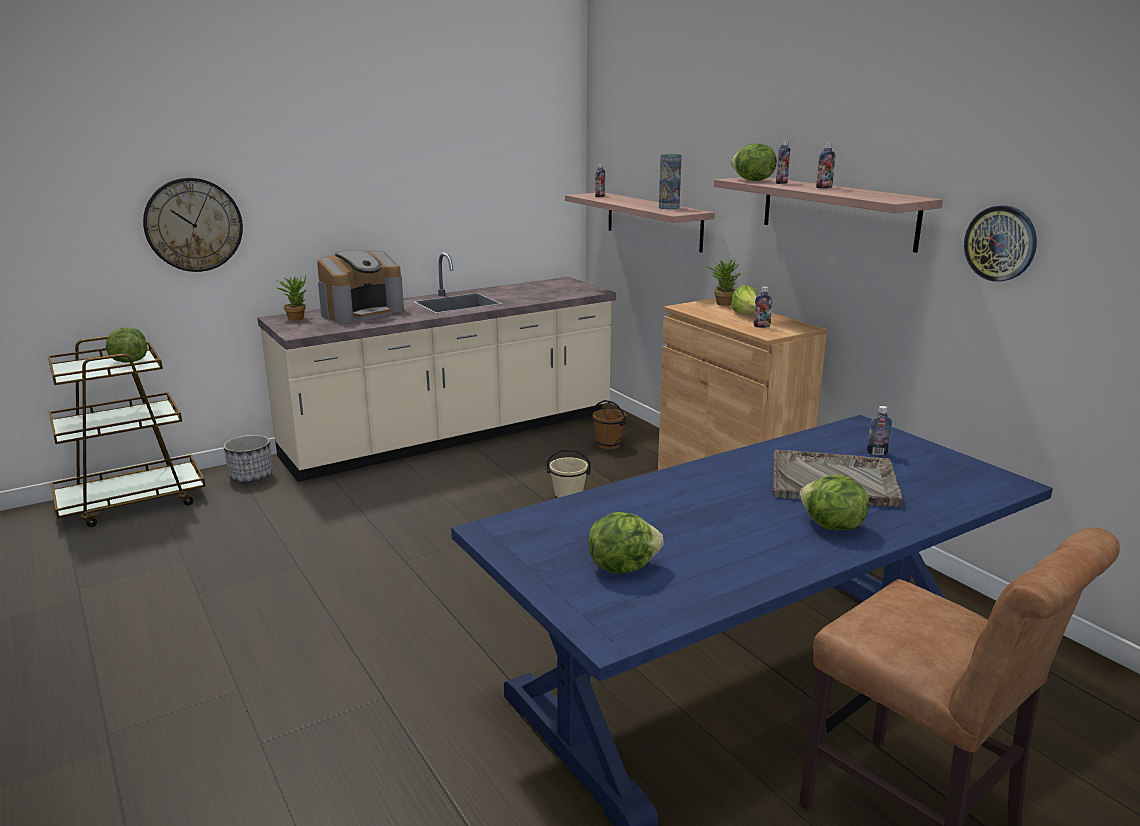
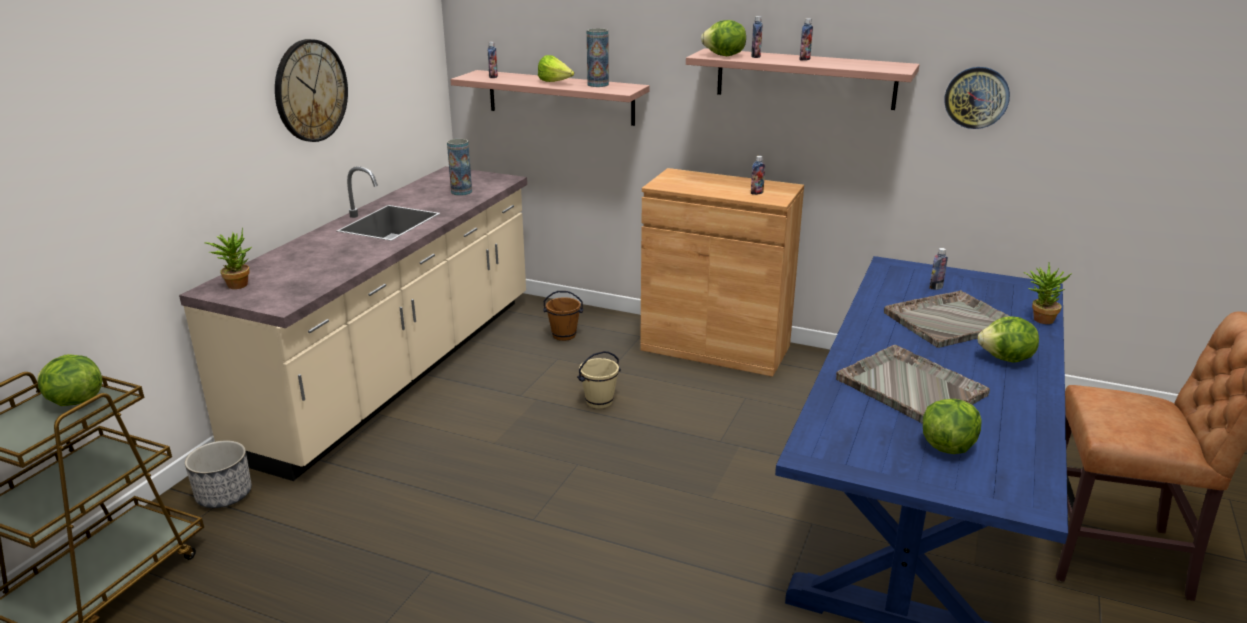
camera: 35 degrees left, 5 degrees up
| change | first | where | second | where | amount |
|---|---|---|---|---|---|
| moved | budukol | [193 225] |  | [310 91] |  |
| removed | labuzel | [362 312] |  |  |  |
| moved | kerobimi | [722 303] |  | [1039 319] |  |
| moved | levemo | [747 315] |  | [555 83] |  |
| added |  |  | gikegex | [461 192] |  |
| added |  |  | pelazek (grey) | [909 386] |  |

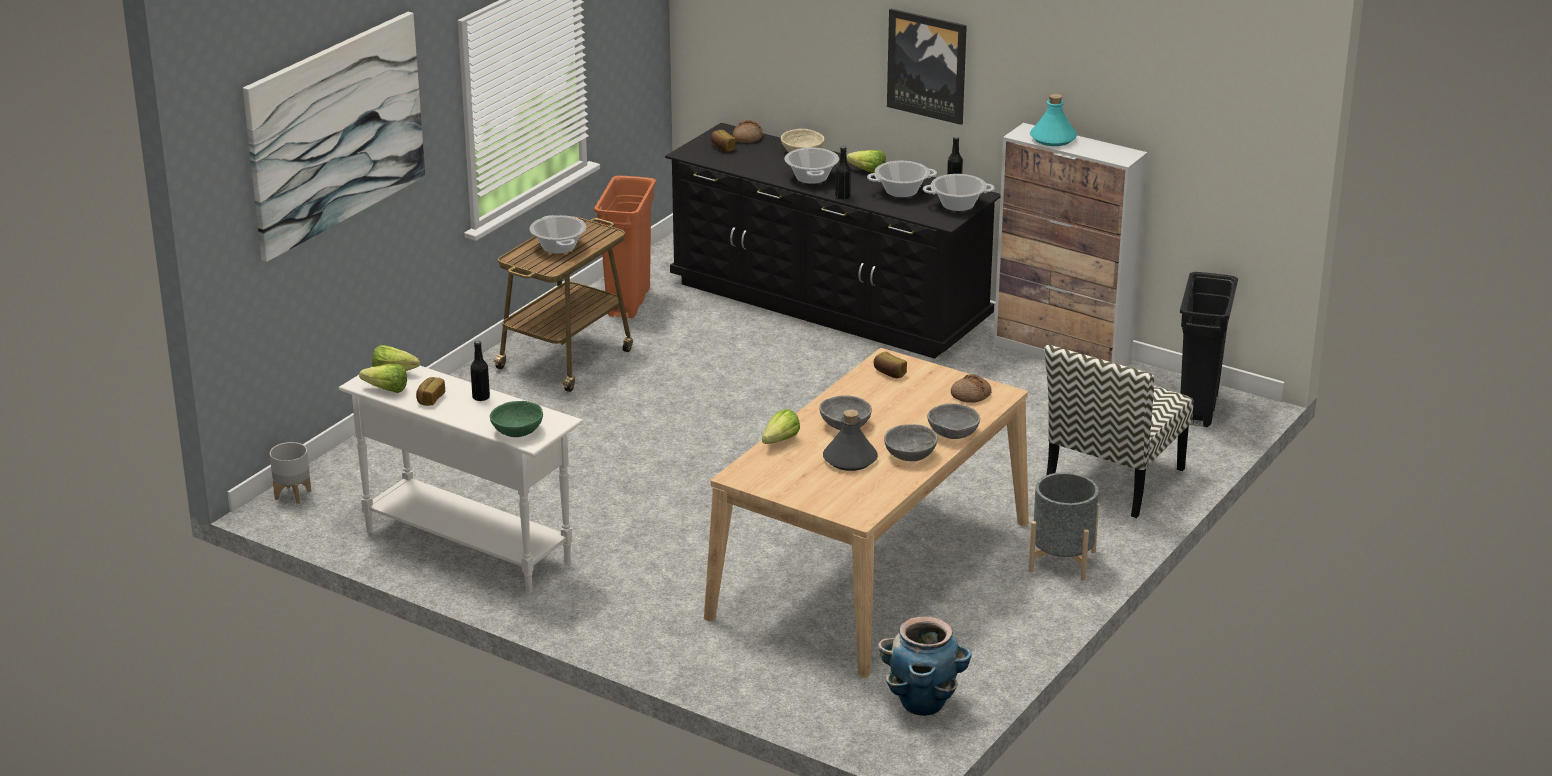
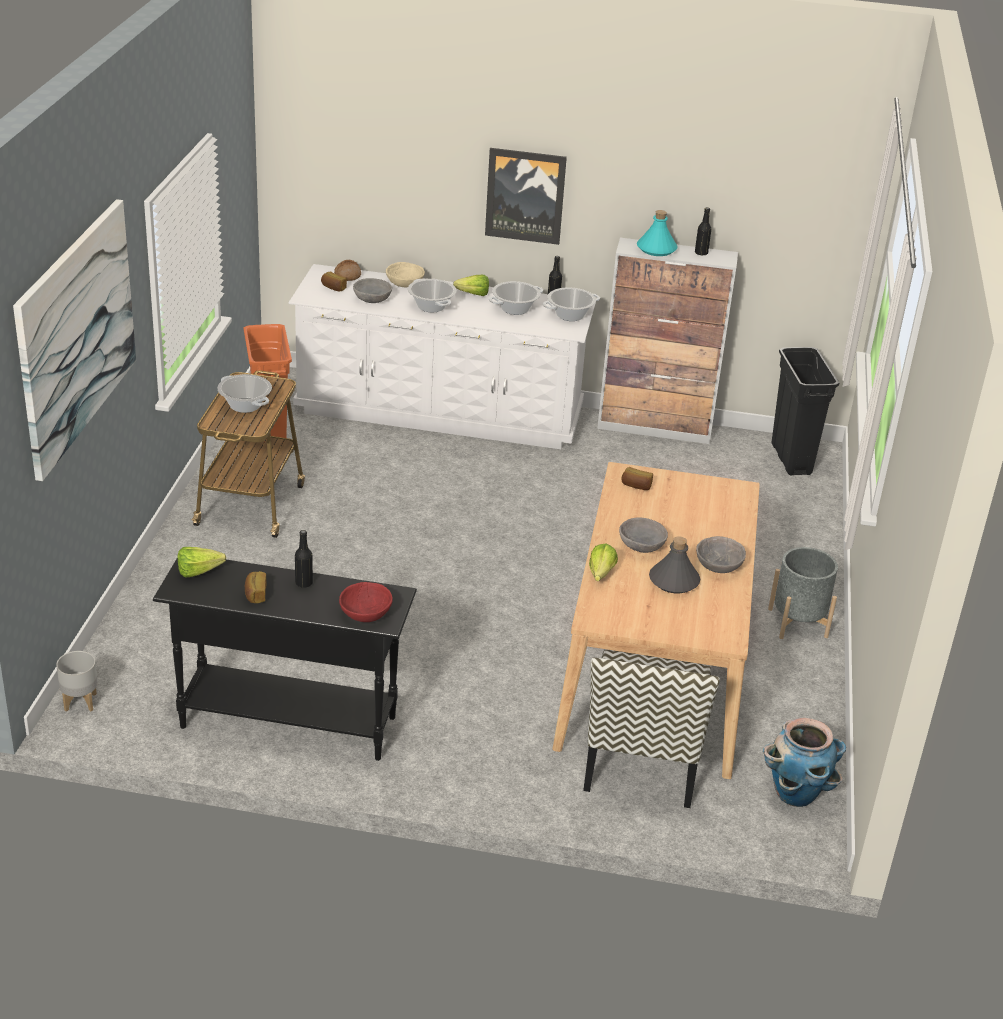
camera: 25 degrees left, 5 degrees up
| change | first | where | second | where | amount |
|---|---|---|---|---|---|
| recoloured | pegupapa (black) | [828 302] | pegupapa (white) | [439 411] |  |
| moved | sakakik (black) | [842 197] |  | [701 253] |  |
| moved | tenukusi | [1114 480] |  | [642 761] |  |
| removed | levemo | [383 389] |  |  |  |
| recoloured | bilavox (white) | [467 546] | bilavox (black) | [288 721] |  |
| removed | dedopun | [970 395] |  |  |  |
| recoloured | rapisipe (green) | [518 431] | rapisipe (red) | [366 613] |  |
| moved | rapisipe (grey) | [952 433] |  | [372 299] |  |

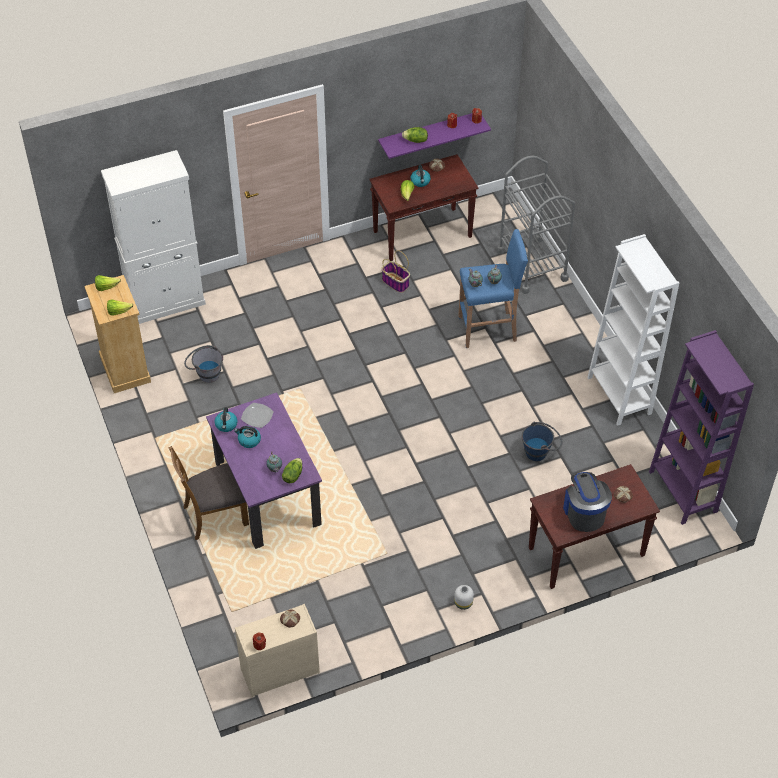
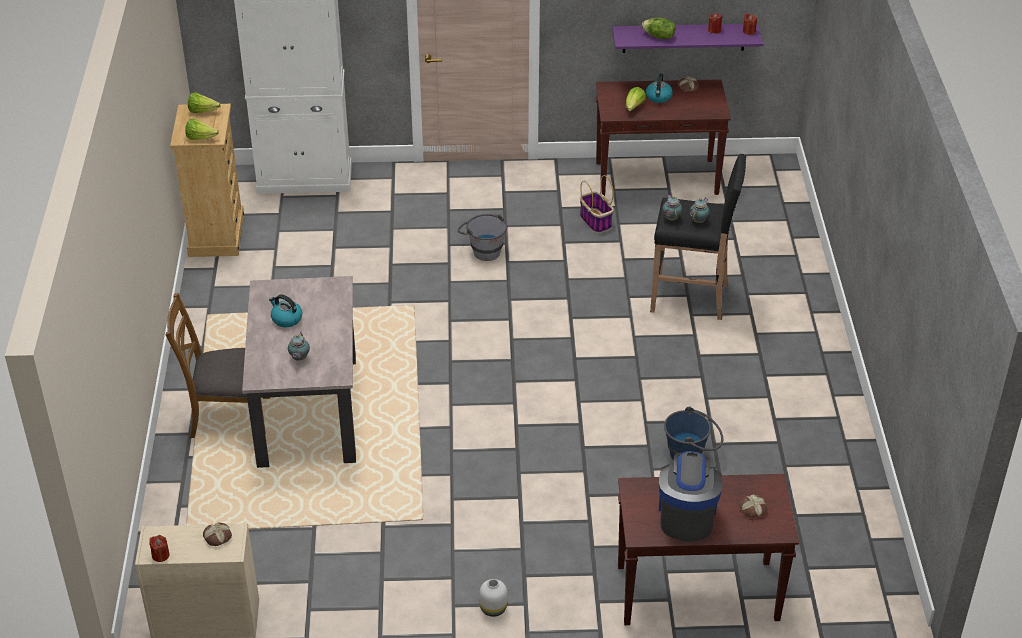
camera: 20 degrees right, 10 degrees down
| change | first | where | second | where | amount |
|---|---|---|---|---|---|
| removed | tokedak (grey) | [532 265] |  |  |  |
| recoloured | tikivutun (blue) | [489 329] | tikivutun (black) | [691 298] |  |
| removed | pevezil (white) | [619 395] |  |  |  |
| removed | pevezil (purple) | [683 491] |  |  |  |
| moved | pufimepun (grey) | [205 373] |  | [483 250] |  |
| recoloured | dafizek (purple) | [267 494] | dafizek (beige) | [308 410] |  |
| removed | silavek | [257 416] |  |  |  |
| removed | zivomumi | [226 425] |  |  |  |
| removed | levemo | [292 475] |  |  |  |

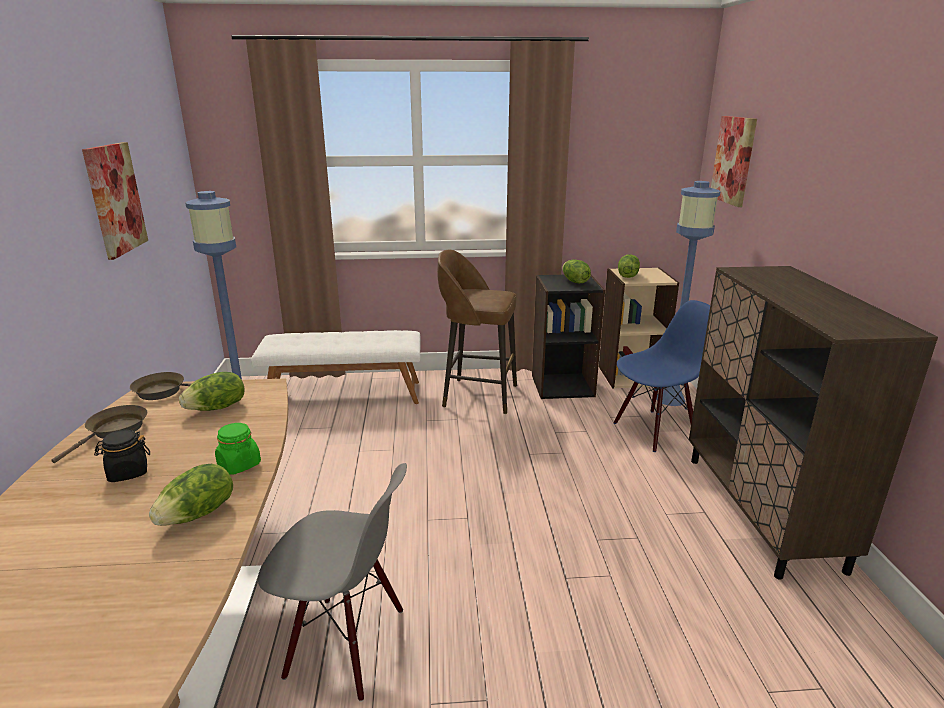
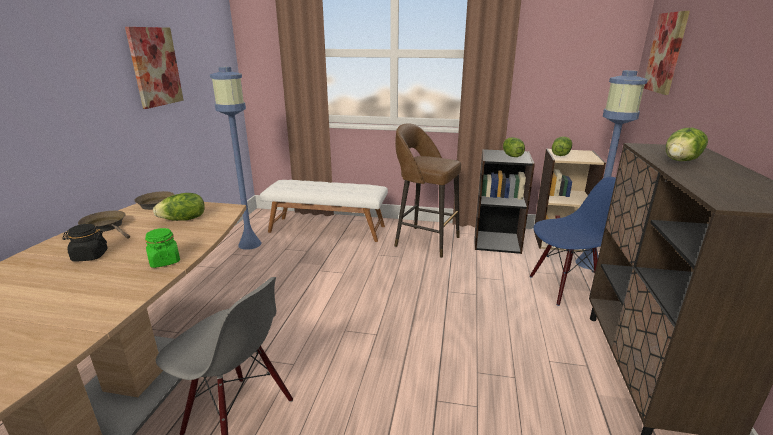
camera: 15 degrees right, 0 degrees up
| change | first | where | second | where | amount |
|---|---|---|---|---|---|
| turned | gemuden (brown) | [114 431] |  | [106 227] | 90 degrees counterclockwise |
| moved | levemo | [199 514] |  | [681 160] |  |

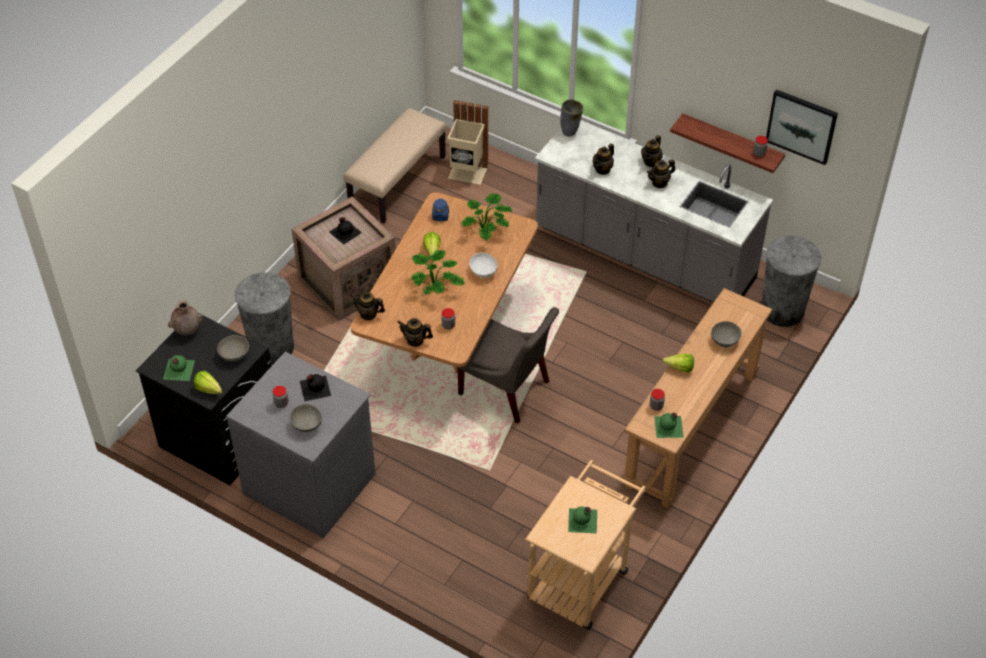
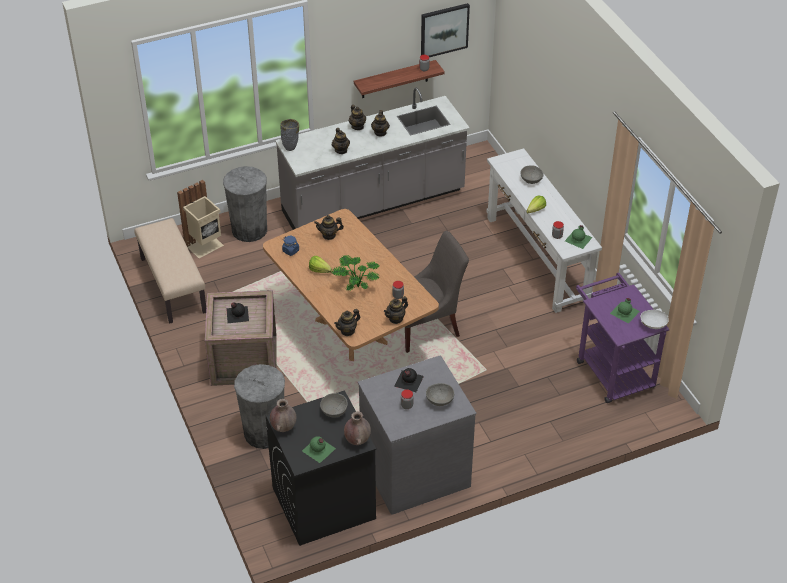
camera: 55 degrees left, 5 degrees down
| change | first | where | second | where | amount |
|---|---|---|---|---|---|
| replaced | kerobimi | [487 231] | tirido | [329 235] |  |
| moved | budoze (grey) | [782 310] |  | [249 230] |  |
| moved | rapisipe (white) | [483 271] |  | [653 325] |  |
| recoloured | bilavox (brown) | [691 429] | bilavox (white) | [537 258] |  |
| replaced | levemo | [210 391] | gikegex (brown) | [357 440] |  |
| recoloured | tokedak (beige) | [582 577] | tokedak (purple) | [611 369] |  |

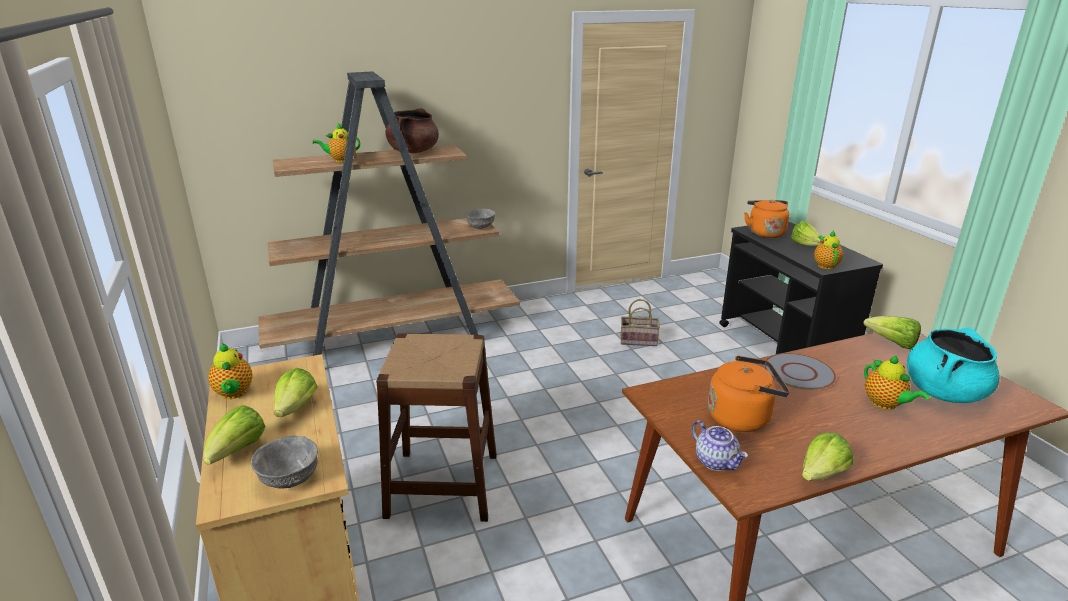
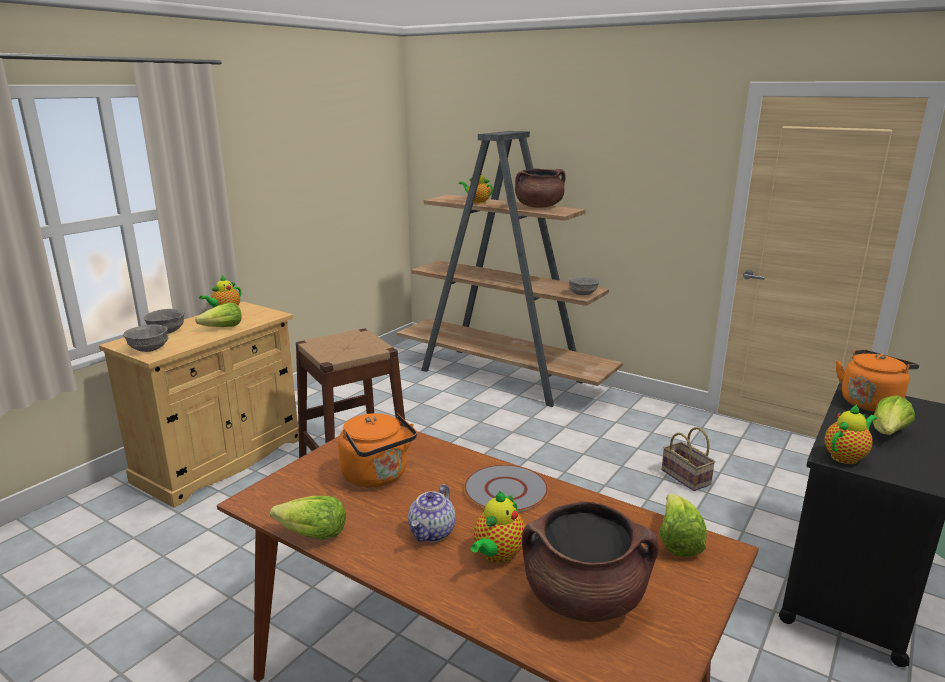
camera: 55 degrees right, 5 degrees down
| change | first | where | second | where | amount |
|---|---|---|---|---|---|
| recoloured | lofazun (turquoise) | [944 392] | lofazun (brown) | [584 598] |  |
| replaced | levemo | [237 452] | rapisipe (grey) | [167 331] |  |
| moved | tirido | [716 461] |  | [432 532] |  |

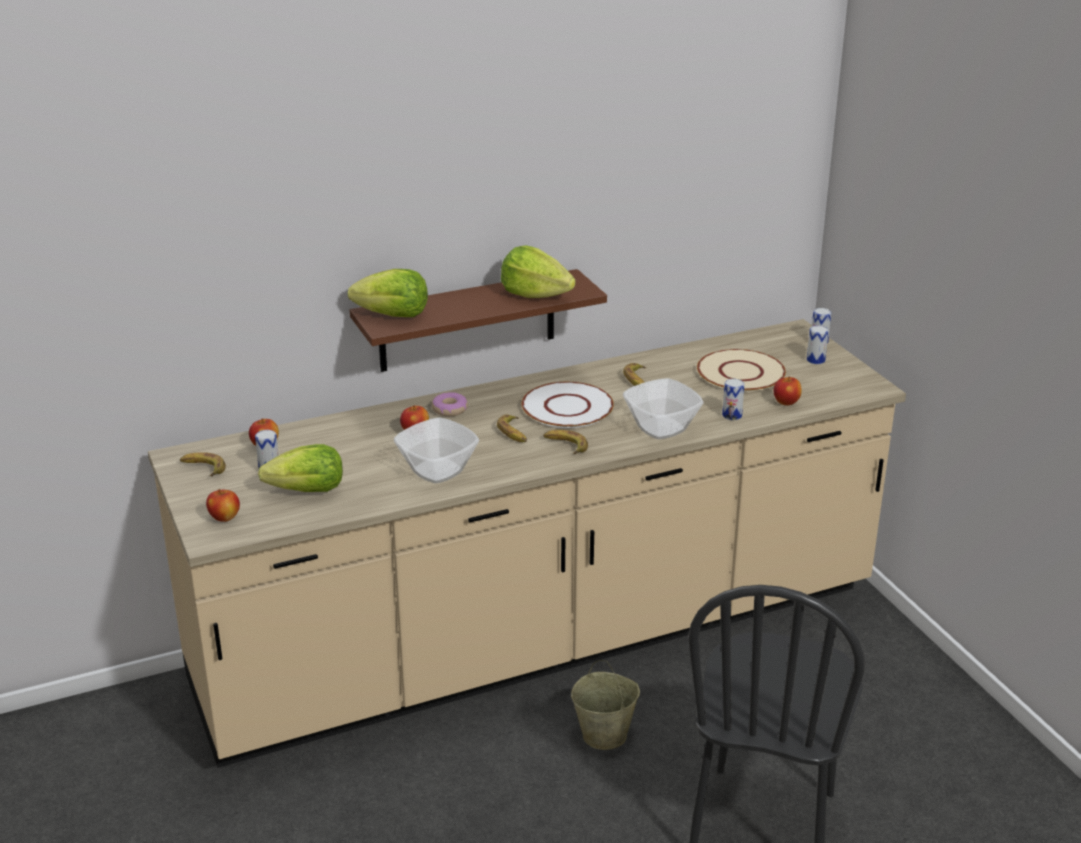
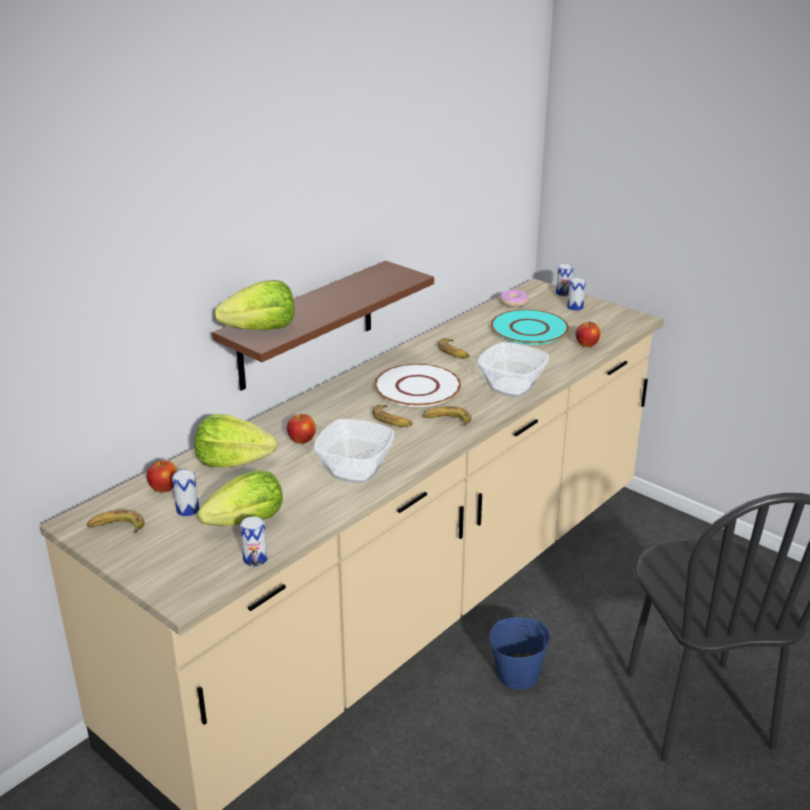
camera: 25 degrees left, 0 degrees up
| change | first | where | second | where | amount |
|---|---|---|---|---|---|
| moved | levemo | [535 295] |  | [233 461] |  |
| recoloured | silavek (beige) | [740 372] | silavek (turquoise) | [529 328] |  |
| moved | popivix | [732 415] |  | [255 559] |  |
| moved | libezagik | [449 409] |  | [514 303] |  |
| removed | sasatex | [225 517] |  |  |  |
| recoloured | pufimepun (beige) | [605 734] | pufimepun (blue) | [518 674] |  |

